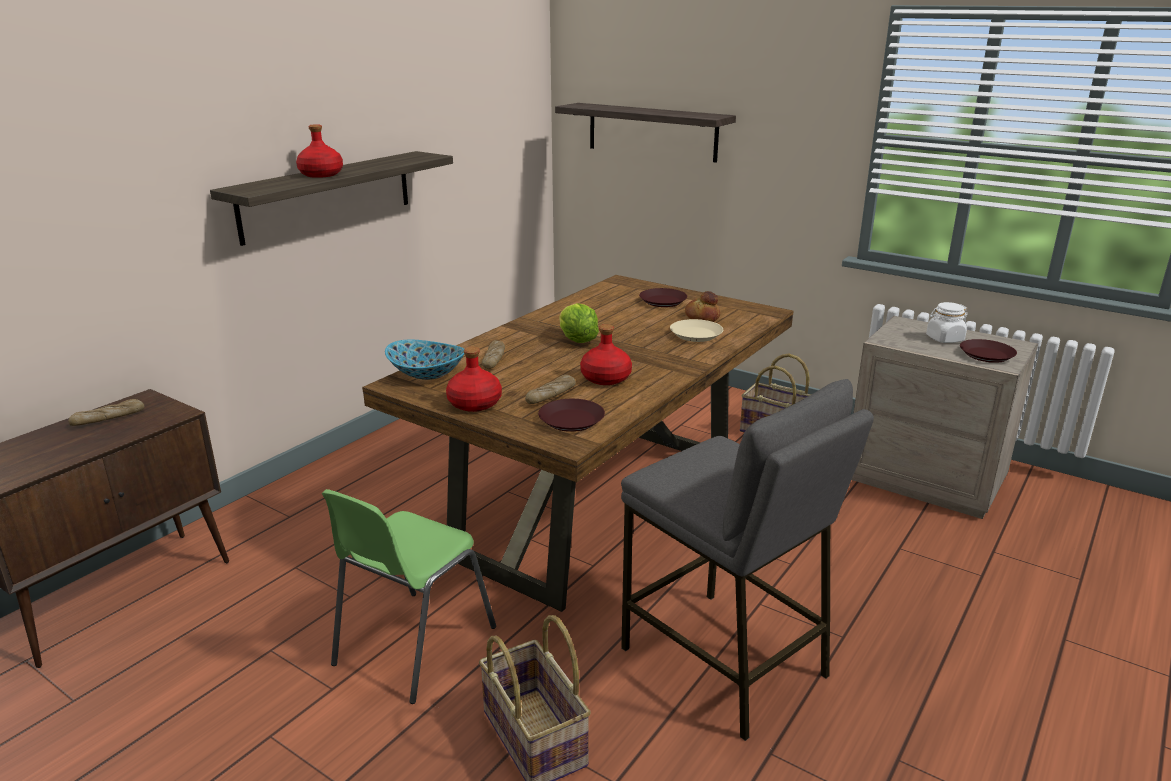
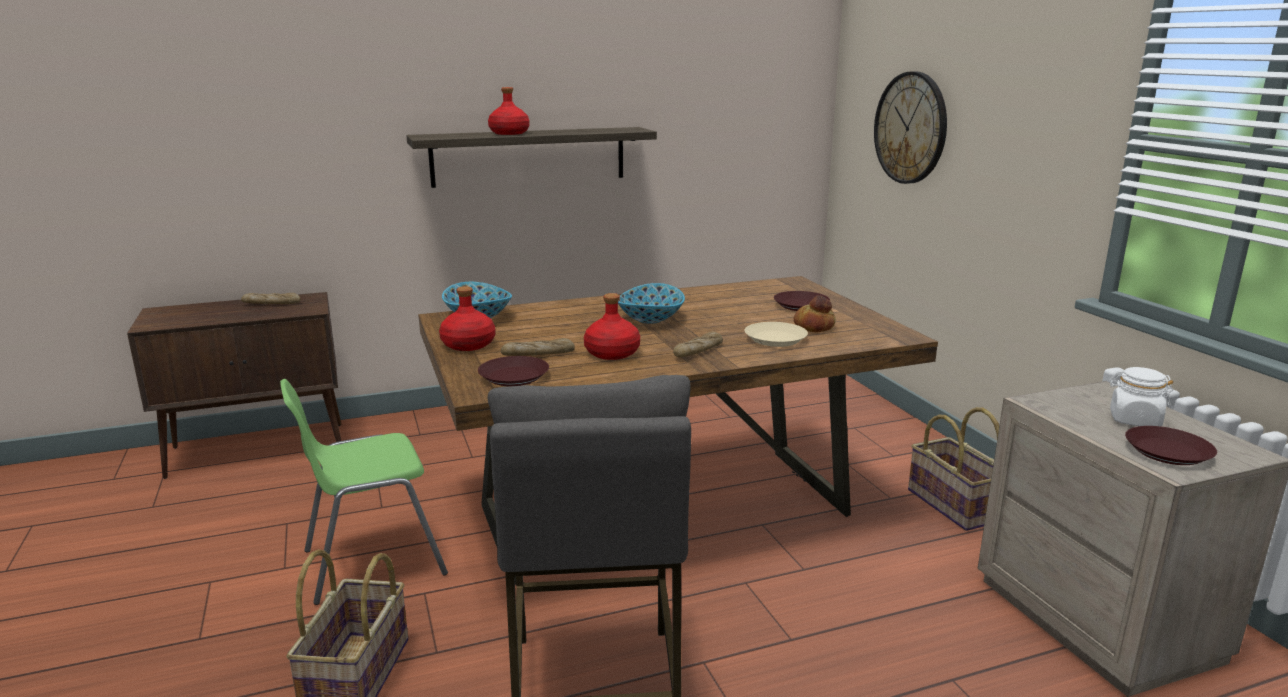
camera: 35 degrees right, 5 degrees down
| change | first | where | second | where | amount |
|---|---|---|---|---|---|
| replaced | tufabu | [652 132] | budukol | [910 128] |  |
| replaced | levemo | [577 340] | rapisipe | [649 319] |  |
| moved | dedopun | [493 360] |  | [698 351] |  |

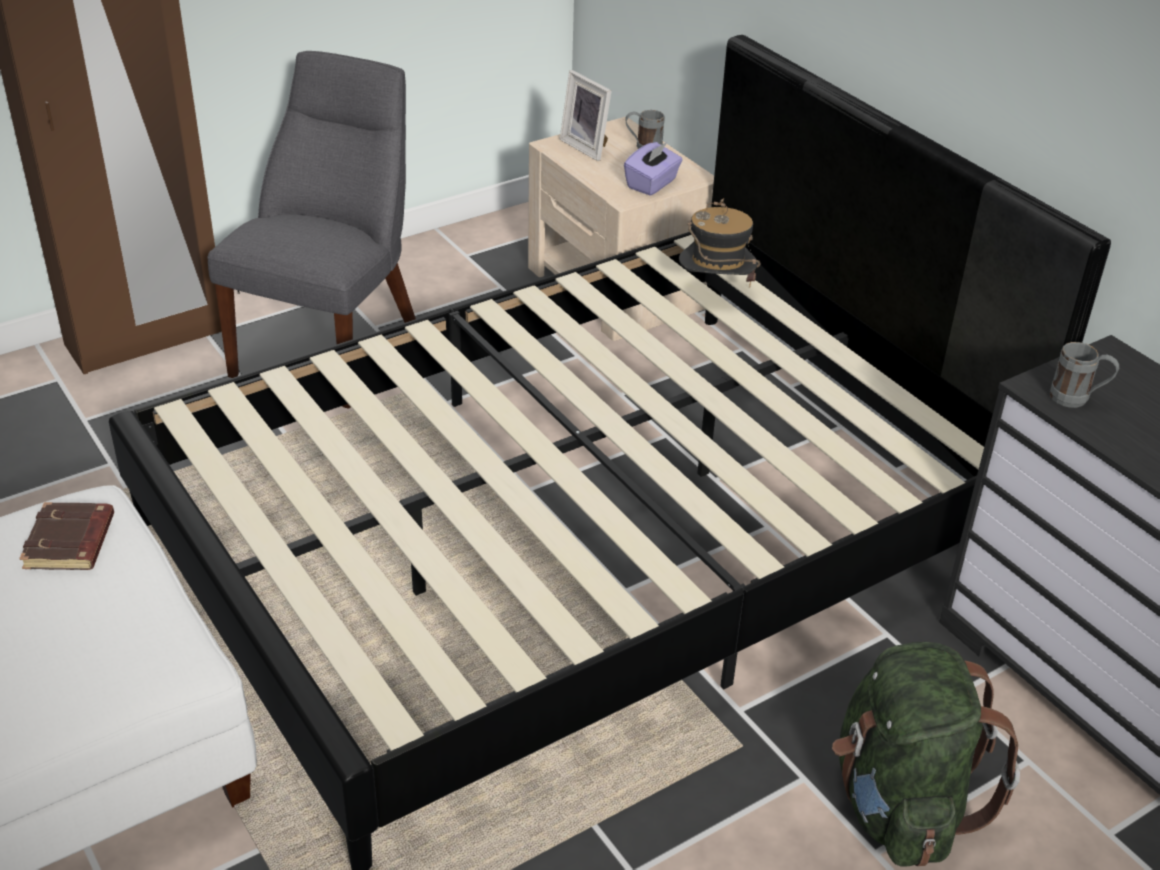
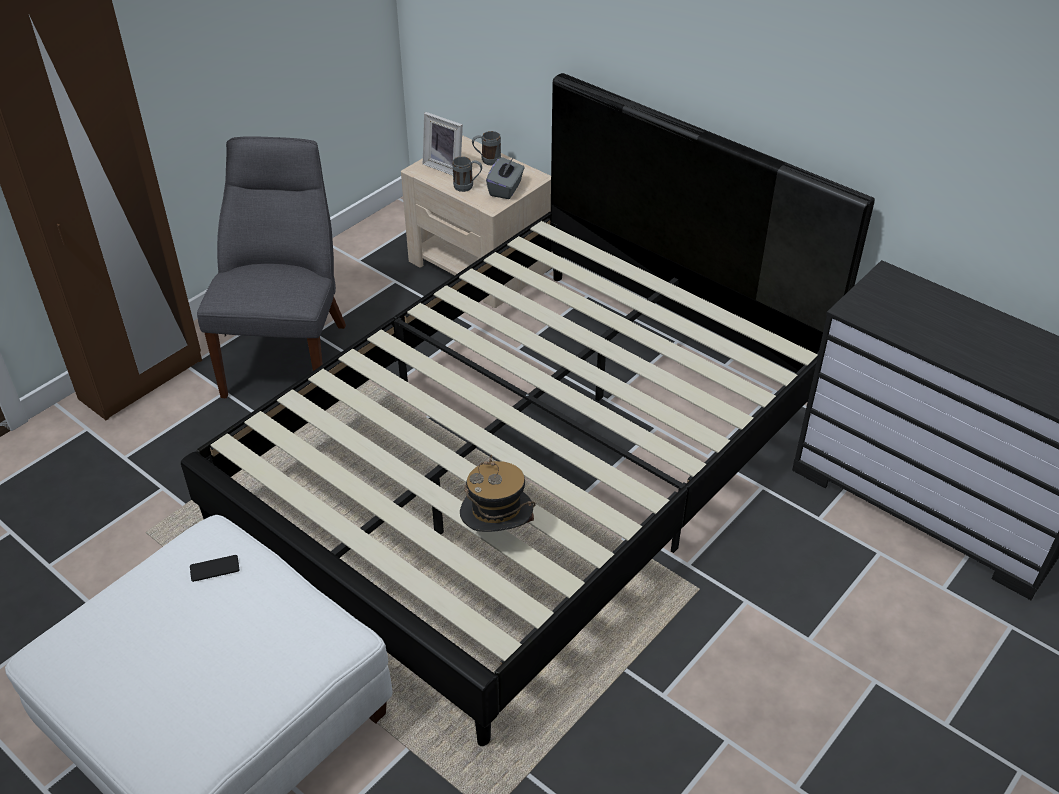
camera: 15 degrees left, 5 degrees up
| change | first | where | second | where | amount |
|---|---|---|---|---|---|
| recoloured | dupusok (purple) | [652 184] | dupusok (grey) | [506 189] |  |
| moved | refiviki | [715 293] |  | [497 533] |  |
| moved | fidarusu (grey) | [1077 400] |  | [468 187] |  |
| replaced | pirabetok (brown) | [71 543] | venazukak | [214 568] |  |
| removed | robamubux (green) | [899 805] |  |  |  |

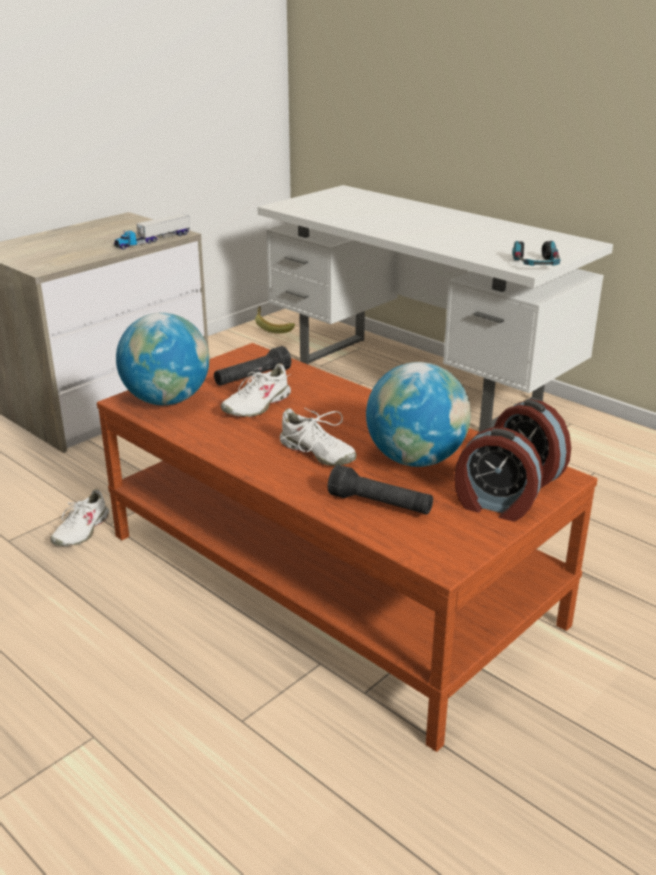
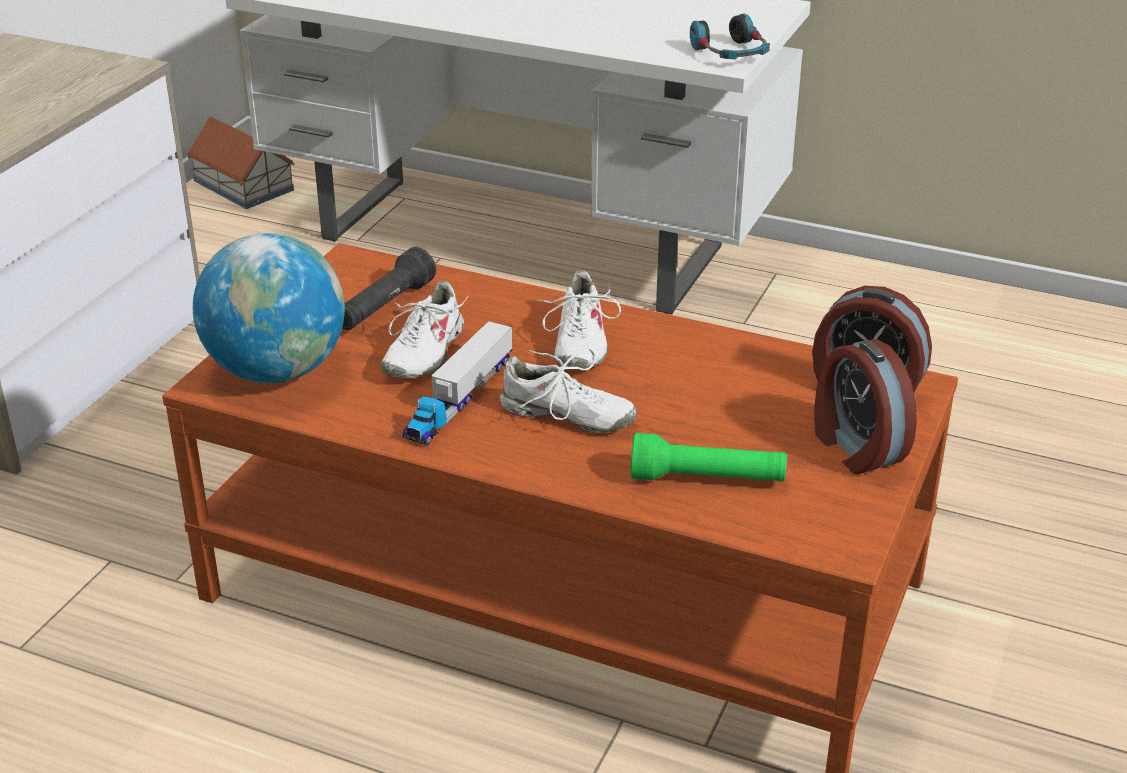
camera: 20 degrees left, 5 degrees up
| change | first | where | second | where | amount |
|---|---|---|---|---|---|
| moved | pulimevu | [153 240] |  | [459 399] |  |
| replaced | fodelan | [273 328] | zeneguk | [243 184] |  |
| removed | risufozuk | [415 459] |  |  |  |
| turned | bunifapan | [494 506] |  | [856 447] | 60 degrees clockwise |
| recoloured | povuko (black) | [380 505] | povuko (green) | [707 479] |  |
| moved | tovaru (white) | [81 530] |  | [578 343] |  |

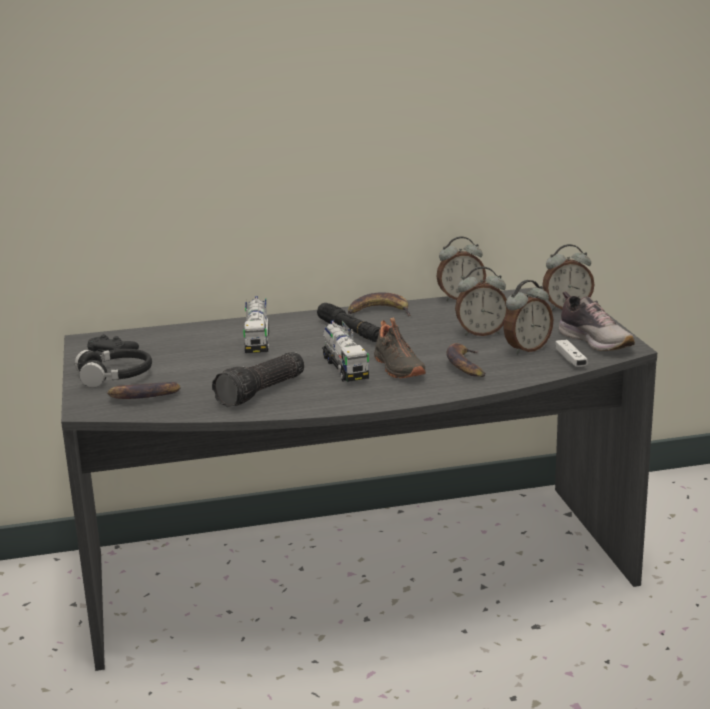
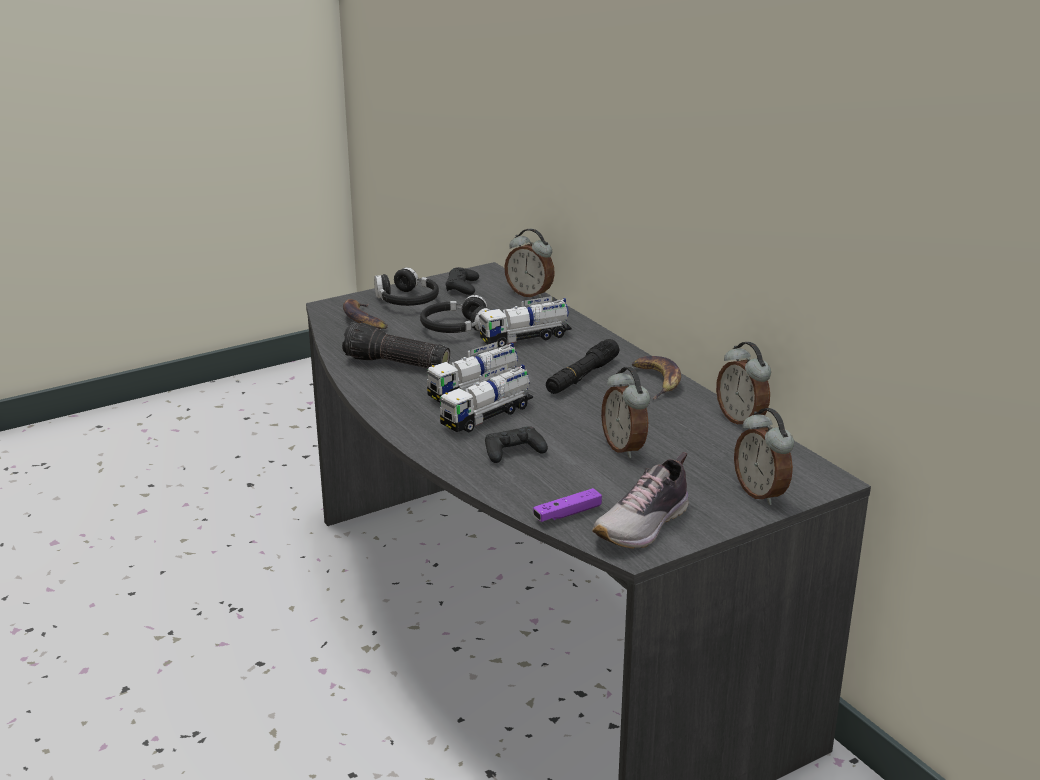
camera: 70 degrees right, 5 degrees up
| change | first | where | second | where | amount |
|---|---|---|---|---|---|
| moved | bunifapan | [526 349] |  | [530 294] |  |
| replaced | tovaru (black) | [397 368] | pulimevu | [487 416] |  |
| recoloured | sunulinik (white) | [570 360] | sunulinik (purple) | [567 513] |  |
| replaced | fodelan | [465 366] | sunulinik (black) | [513 451] |  |
| added |  |  | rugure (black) | [456 328] |  |

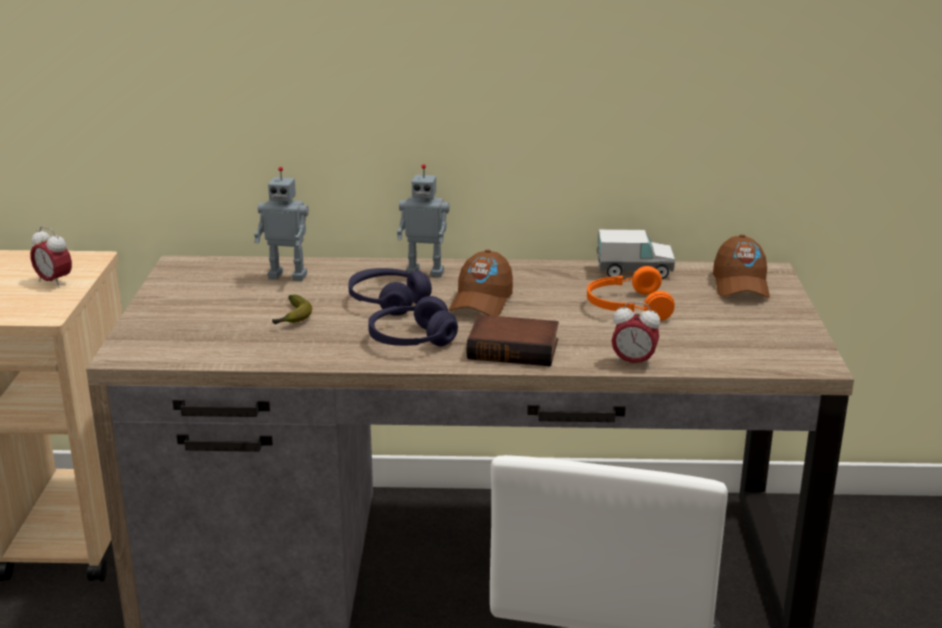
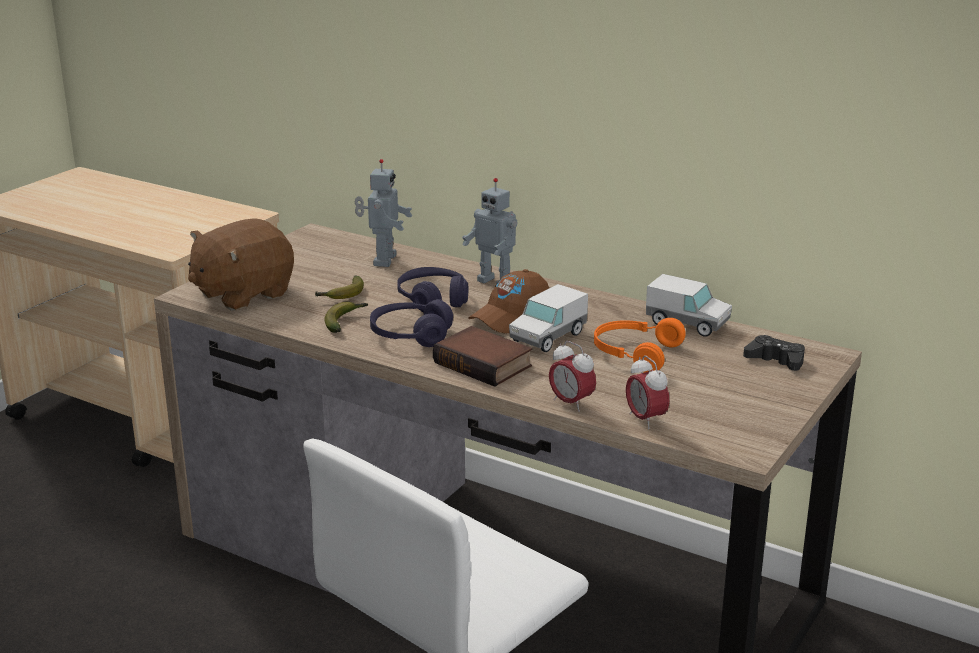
camera: 30 degrees right, 0 degrees up
| change | first | where | second | where | amount |
|---|---|---|---|---|---|
| turned | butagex | [288 275] |  | [383 260] | 120 degrees counterclockwise |
| moved | bunifapan | [54 282] |  | [645 420] |  |
| replaced | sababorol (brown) | [740 285] | sunulinik (black) | [776 360] |  |
| added |  |  | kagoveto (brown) | [242 294] |  |
| added |  |  | pulimevu | [548 337] |  |
| added |  |  | fodelan | [345 321] |  |

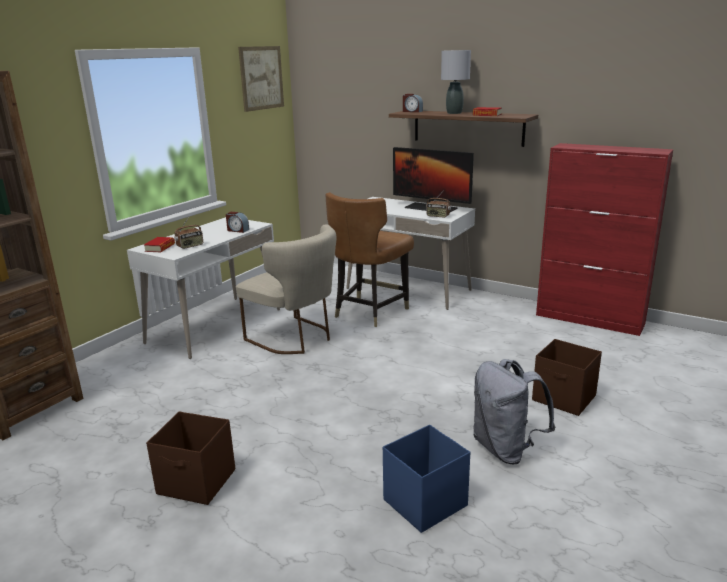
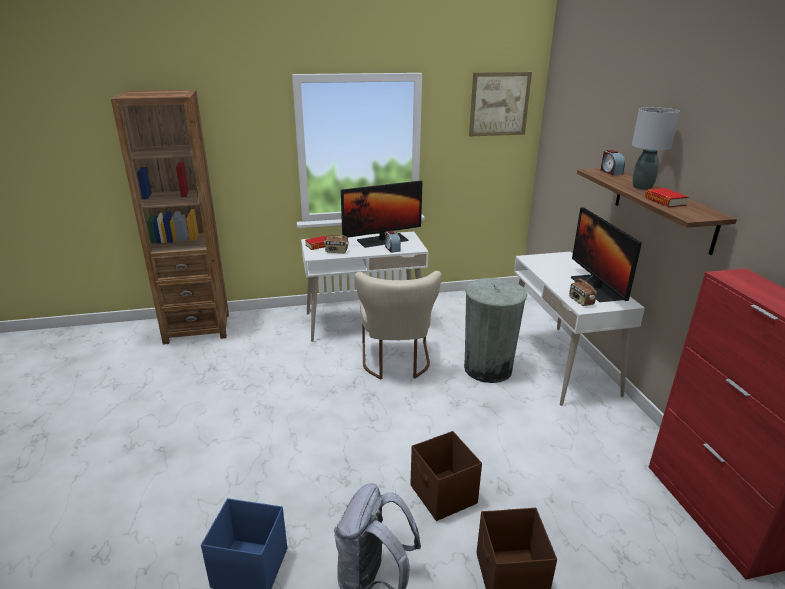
camera: 45 degrees right, 5 degrees up
| change | first | where | second | where | amount |
|---|---|---|---|---|---|
| replaced | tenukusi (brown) | [369 312] | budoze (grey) | [487 368] |  |
| moved | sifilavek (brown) | [197 482] |  | [443 495] |  |
| added |  |  | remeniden | [382 240] |  |

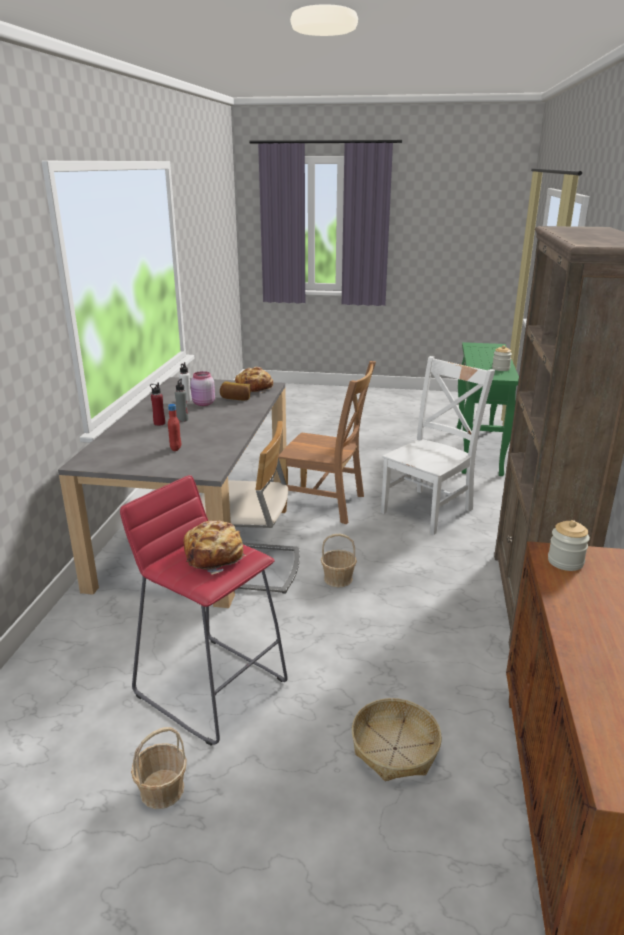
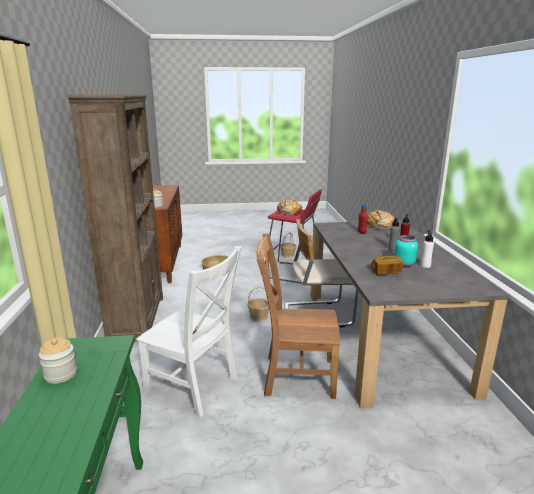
camera: 165 degrees right, 5 degrees down
| change | first | where | second | where | amount |
|---|---|---|---|---|---|
| turned | tenukusi (white) | [429 509] |  | [195 387] | 90 degrees counterclockwise |
| moved | dedopun | [255 388] |  | [379 226] |  |
| recoloured | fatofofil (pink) | [203 404] | fatofofil (turquoise) | [404 264] |  |

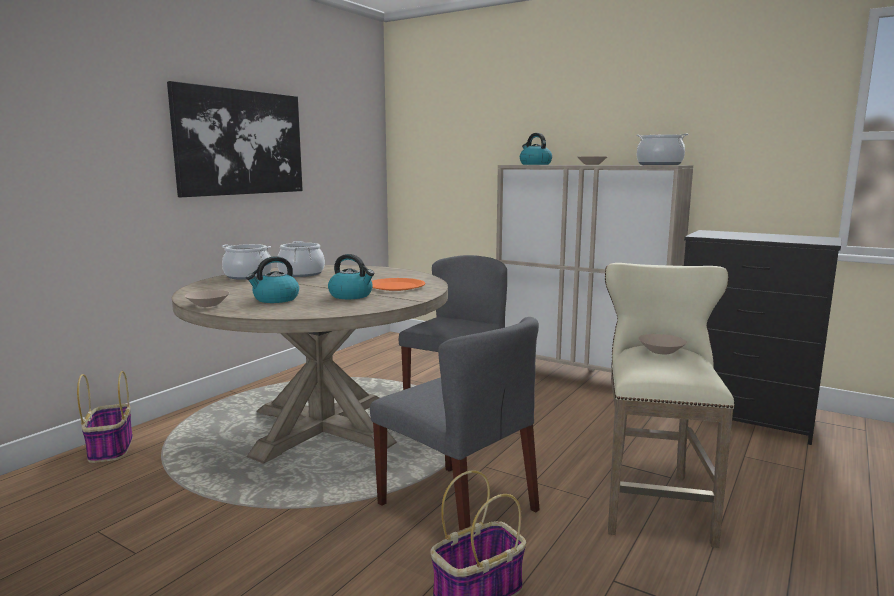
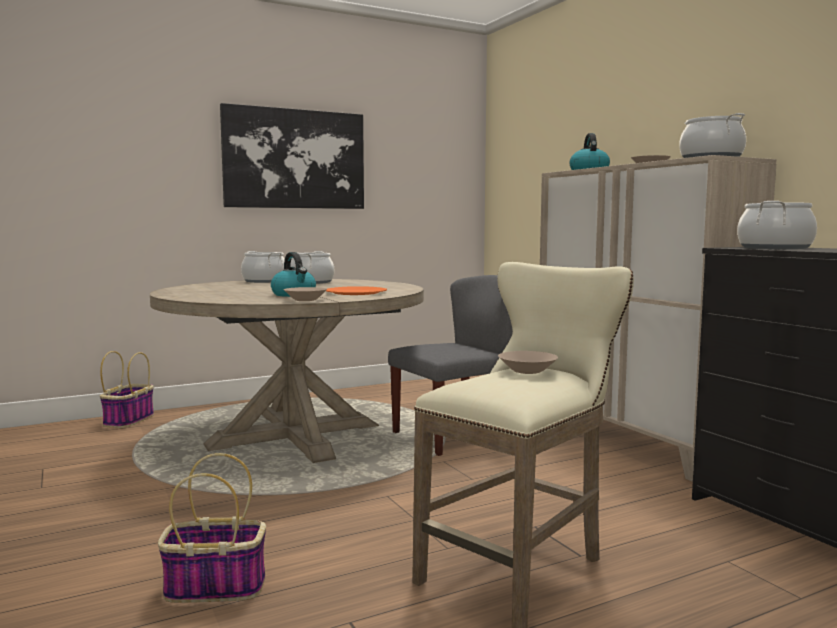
camera: 30 degrees right, 5 degrees down
| change | first | where | second | where | amount |
|---|---|---|---|---|---|
| removed | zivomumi | [275 299] |  |  |  |
| moved | rapisipe (beige) | [207 305] |  | [305 300] |  |
| removed | tenukusi (grey) | [458 507] |  |  |  |
| added |  |  | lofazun | [775 248] |  |

